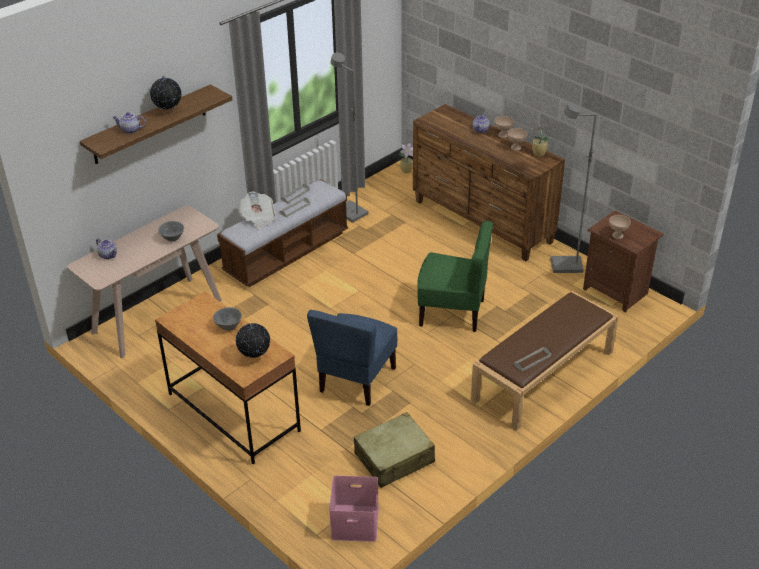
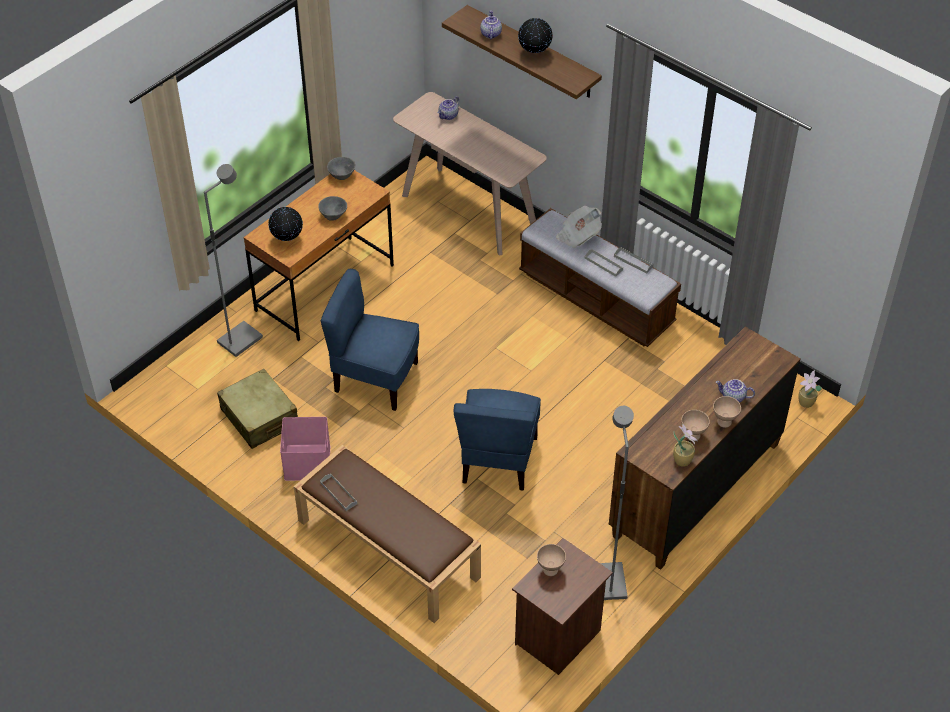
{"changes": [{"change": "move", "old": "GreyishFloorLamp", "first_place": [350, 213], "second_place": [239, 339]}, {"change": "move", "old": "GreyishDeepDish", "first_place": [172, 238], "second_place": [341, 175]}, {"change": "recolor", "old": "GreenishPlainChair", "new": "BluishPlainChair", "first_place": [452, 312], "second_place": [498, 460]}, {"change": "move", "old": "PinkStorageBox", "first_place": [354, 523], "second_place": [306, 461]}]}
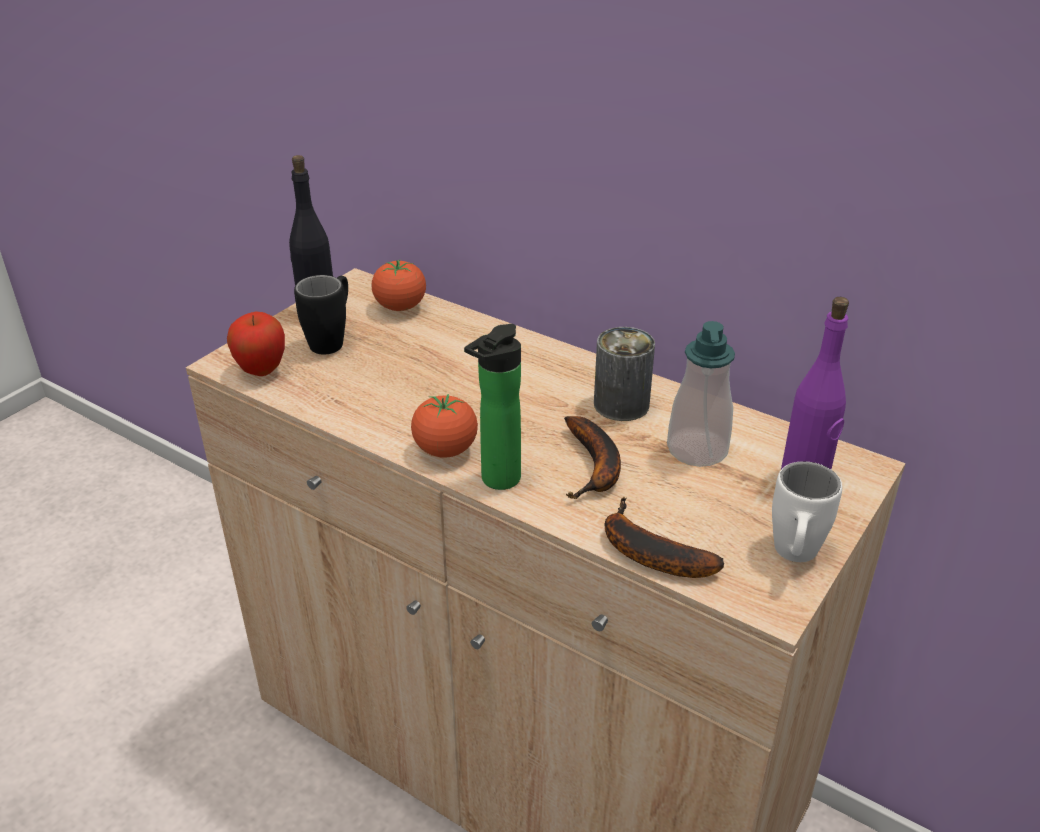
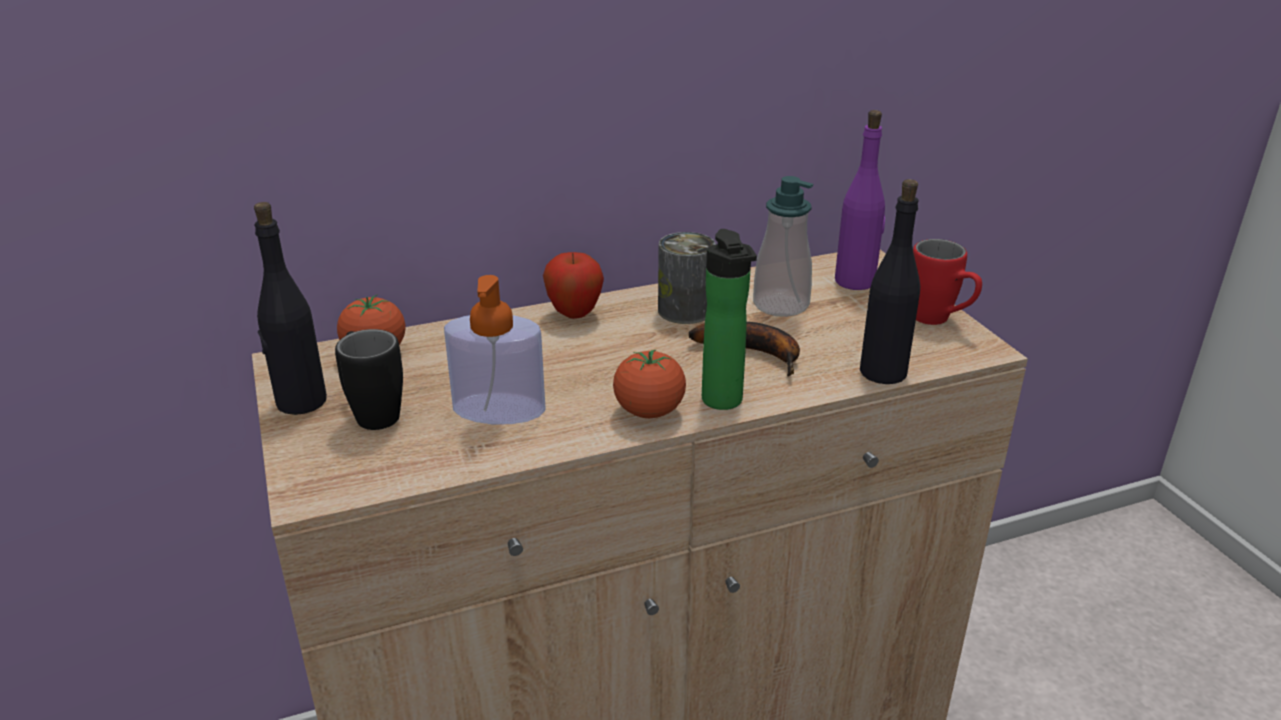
{"changes": [{"change": "move", "old": "Apple", "first_place": [261, 371], "second_place": [574, 314]}, {"change": "recolor", "old": "WhitishMug", "new": "ReddishMug", "first_place": [794, 558], "second_place": [939, 321]}, {"change": "replace", "old": "BananaFruit", "new": "BlackishBottle", "first_place": [647, 552], "second_place": [883, 372]}, {"change": "insert", "new": "LiquidSoapBottle", "second_place": [499, 409]}]}
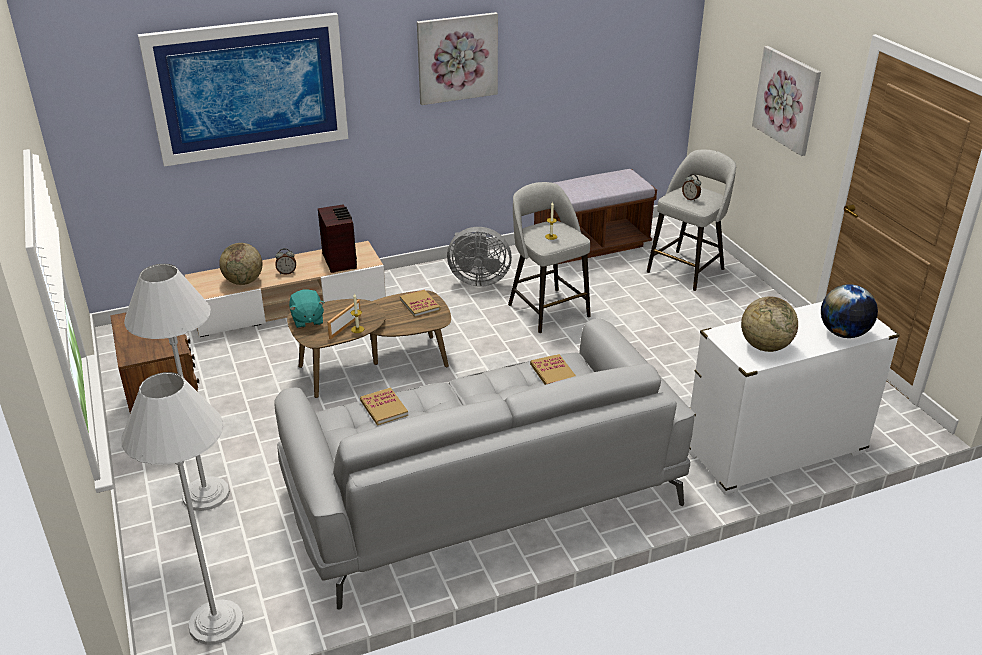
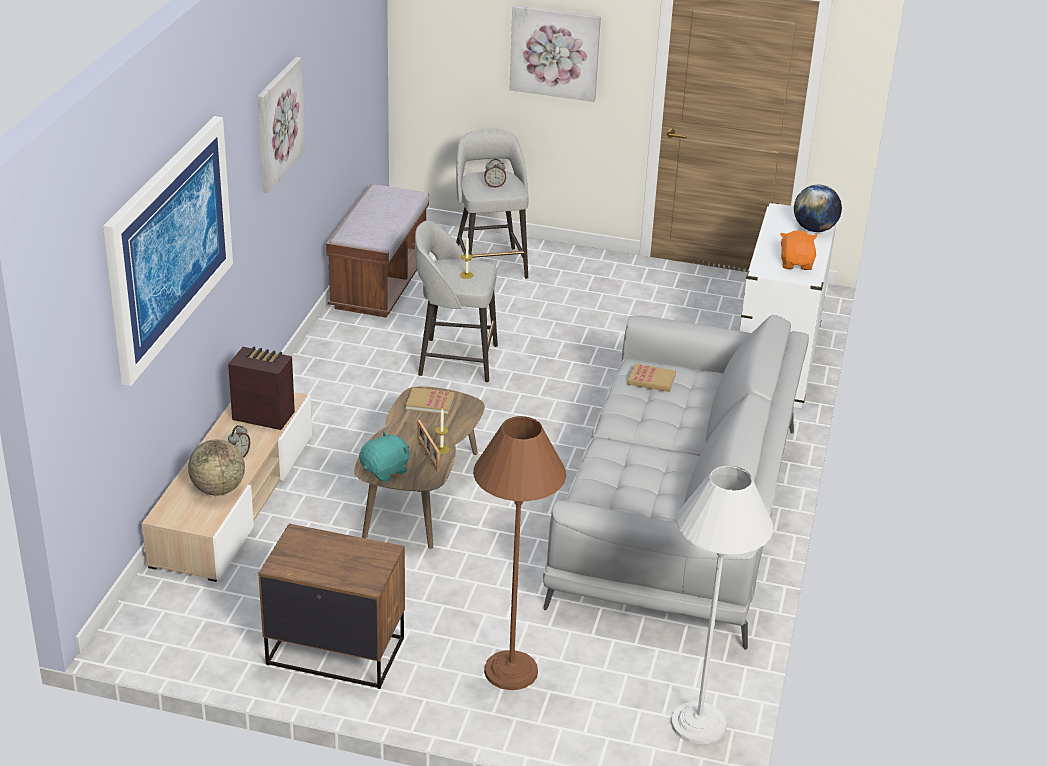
{"changes": [{"change": "delete", "old": "GreyishElectricFan", "first_place": [477, 280]}, {"change": "recolor", "old": "WhitishFloorLamp", "new": "BrownishFloorLamp", "first_place": [206, 494], "second_place": [511, 671]}, {"change": "rotate", "old": "TurquoiseColouredCuddlyToy", "first_place": [307, 320], "second_place": [385, 470], "degrees": -60}, {"change": "replace", "old": "WorldGlobe", "new": "OrangeColouredCuddlyToy", "first_place": [765, 346], "second_place": [796, 263]}, {"change": "delete", "old": "Volume", "first_place": [384, 408]}]}
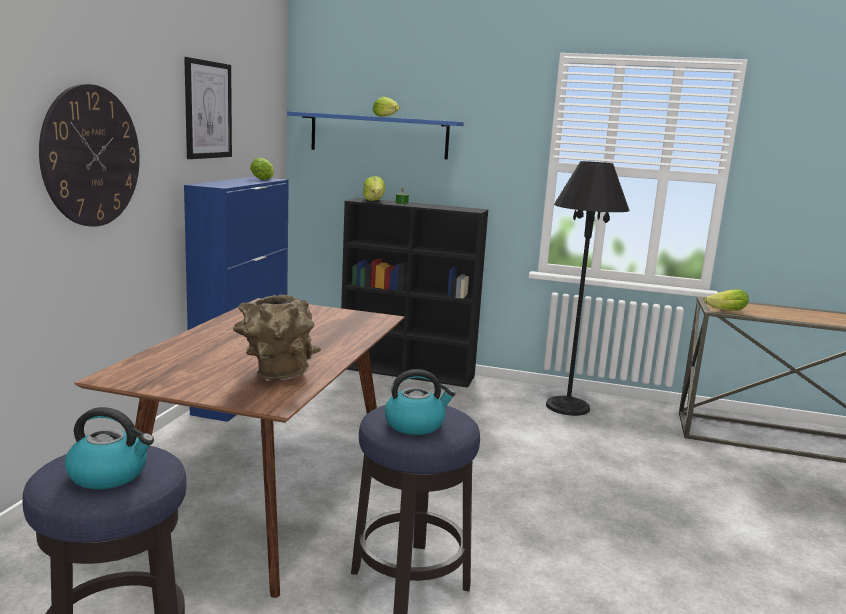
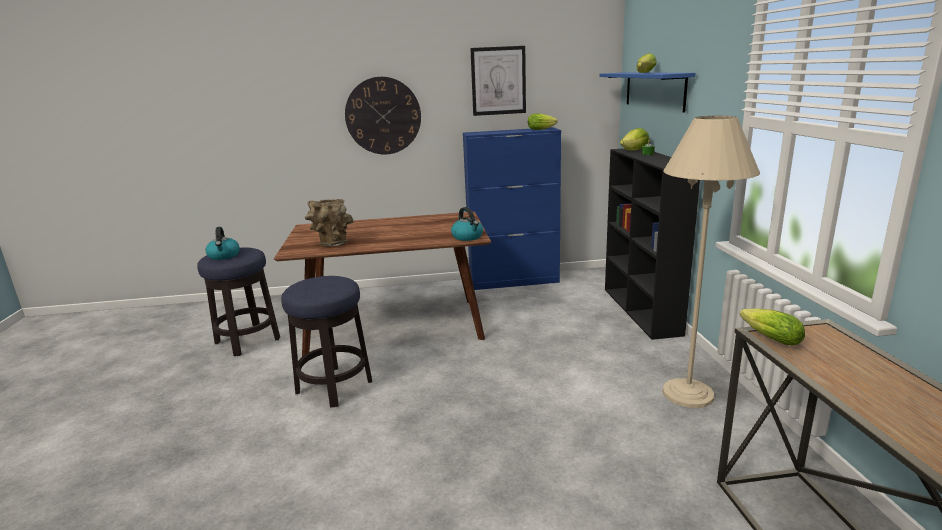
{"changes": [{"change": "recolor", "old": "BlackishFloorLamp", "new": "BeigeFloorLamp", "first_place": [568, 406], "second_place": [688, 394]}, {"change": "move", "old": "WaterKettle", "first_place": [415, 424], "second_place": [468, 237]}]}
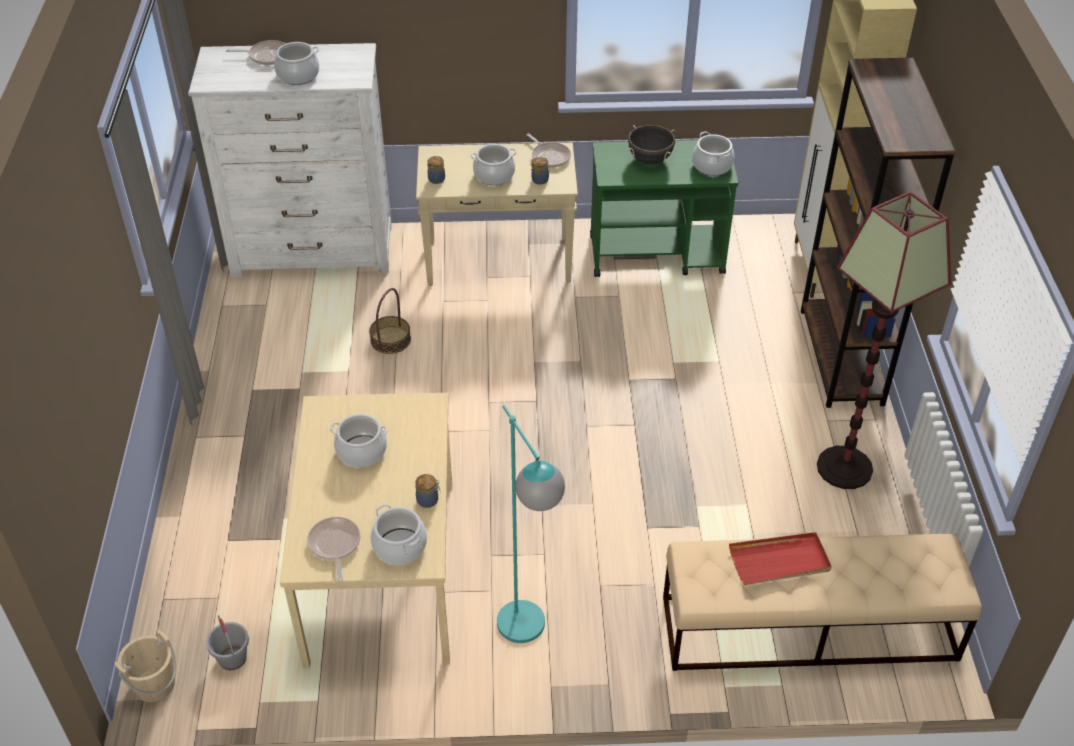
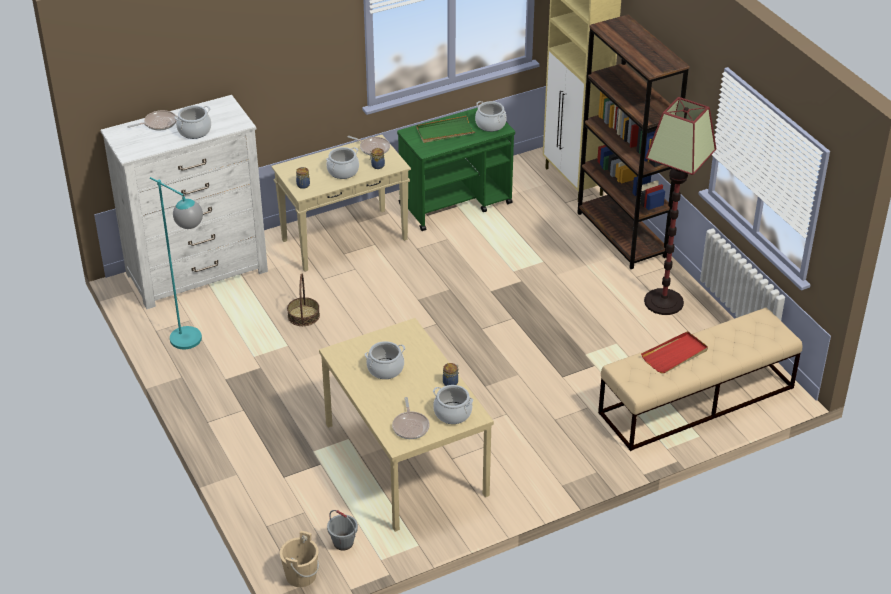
{"changes": [{"change": "replace", "old": "BlackishSaucepot", "new": "GreenishServingTray", "first_place": [649, 159], "second_place": [445, 131]}, {"change": "move", "old": "TurquoiseColouredFloorLamp", "first_place": [529, 636], "second_place": [194, 343]}, {"change": "rotate", "old": "Skillet", "first_place": [334, 545], "second_place": [410, 426], "degrees": -150}]}
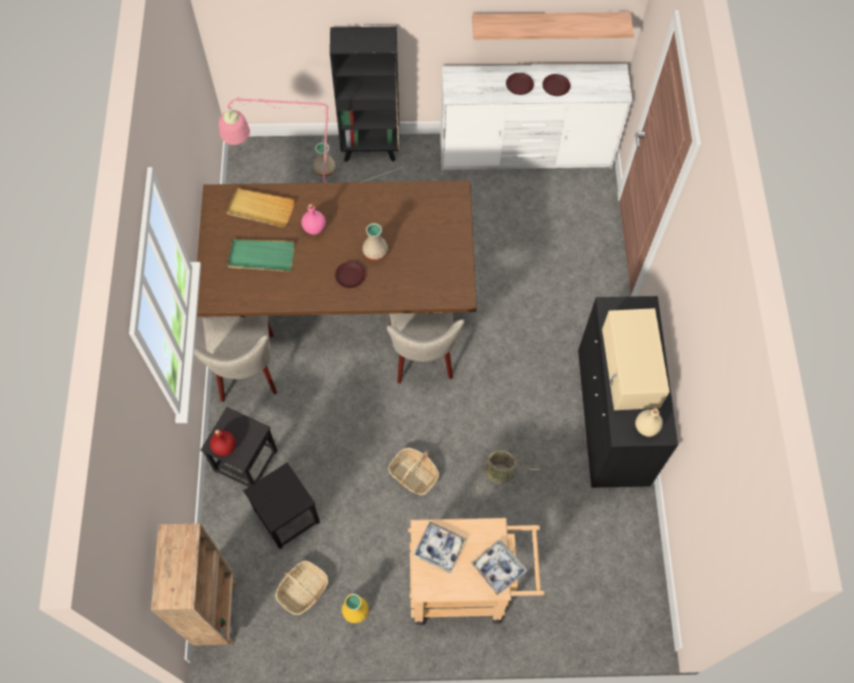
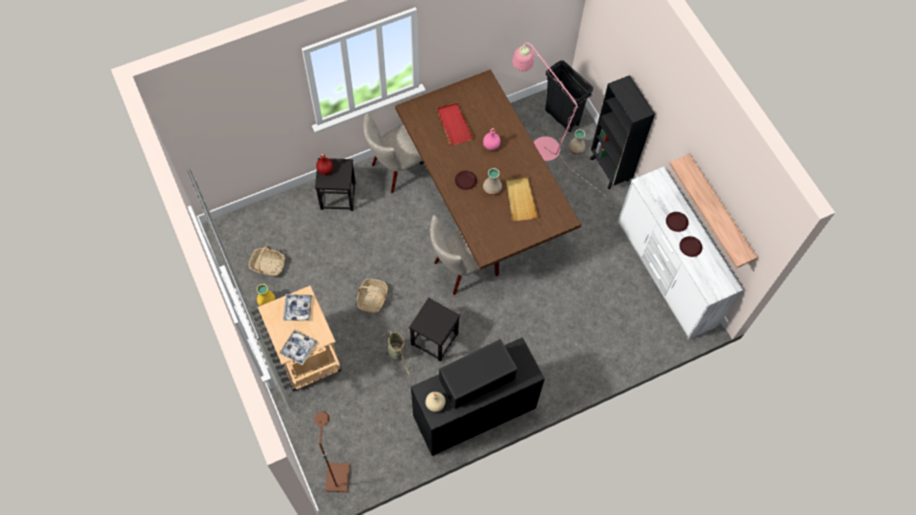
{"changes": [{"change": "move", "old": "BeigeServingTray", "first_place": [260, 209], "second_place": [520, 199]}, {"change": "recolor", "old": "GreenishServingTray", "new": "ReddishServingTray", "first_place": [261, 256], "second_place": [454, 125]}, {"change": "recolor", "old": "BeigeMicrowaveOven", "new": "BlackishMicrowaveOven", "first_place": [631, 369], "second_place": [476, 379]}, {"change": "move", "old": "BlackishStool", "first_place": [286, 516], "second_place": [434, 338]}, {"change": "delete", "old": "BrownishBookshelf", "first_place": [217, 611]}, {"change": "insert", "new": "BlackishWasteBin", "second_place": [562, 117]}, {"change": "insert", "new": "BrownishFloorLamp", "second_place": [337, 477]}]}
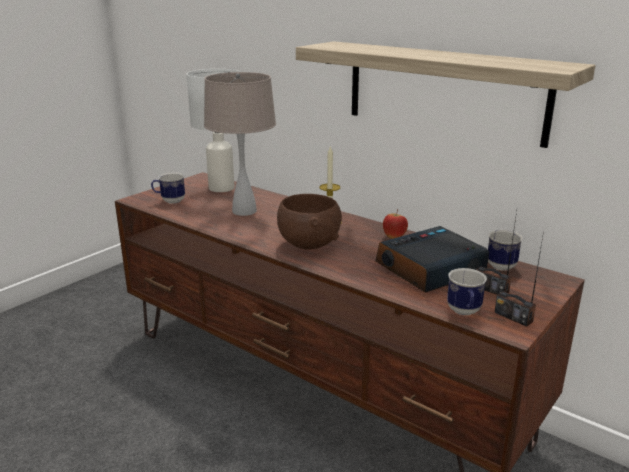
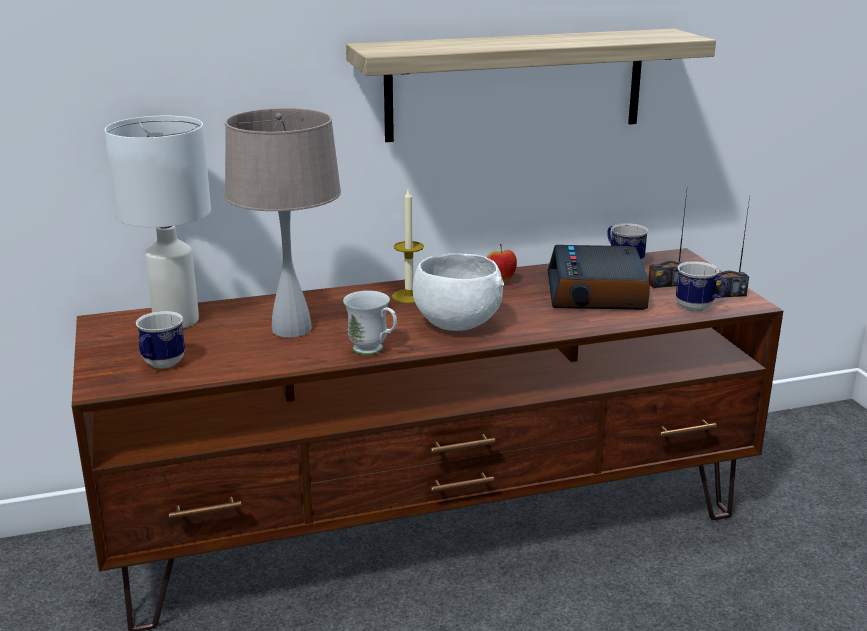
{"changes": [{"change": "recolor", "old": "BrownishDeepDish", "new": "WhitishDeepDish", "first_place": [309, 244], "second_place": [456, 323]}, {"change": "insert", "new": "WhitishMug", "second_place": [374, 351]}]}
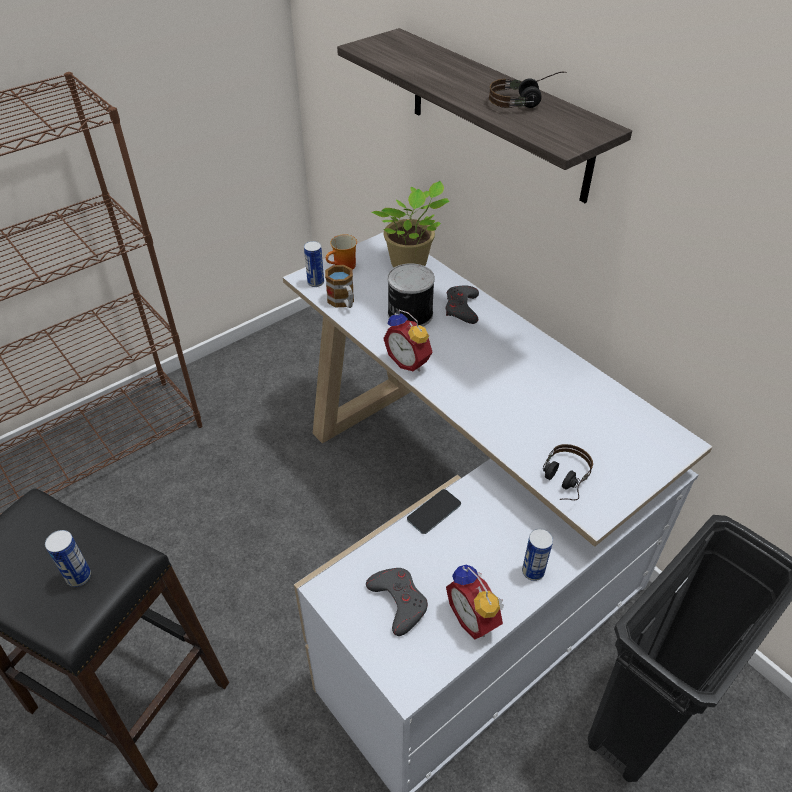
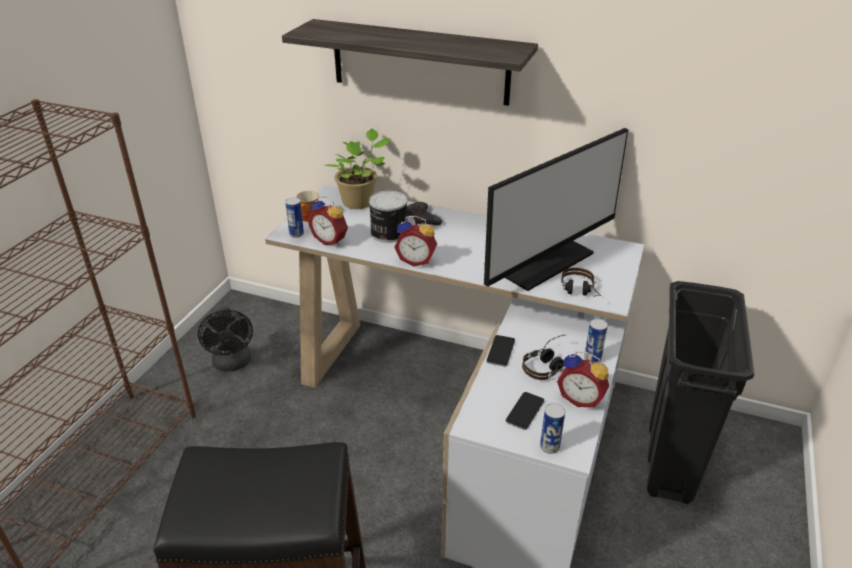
{"changes": [{"change": "move", "old": "Headphones", "first_place": [526, 101], "second_place": [548, 364]}, {"change": "replace", "old": "Mug", "new": "AlarmClock", "first_place": [343, 302], "second_place": [331, 240]}, {"change": "move", "old": "MetalCan", "first_place": [79, 576], "second_place": [549, 447]}, {"change": "replace", "old": "GreyishGameController", "new": "Telephone", "first_place": [398, 601], "second_place": [525, 411]}, {"change": "insert", "new": "Monitor", "second_place": [541, 260]}, {"change": "insert", "new": "BlackishElectricFan", "second_place": [233, 364]}]}
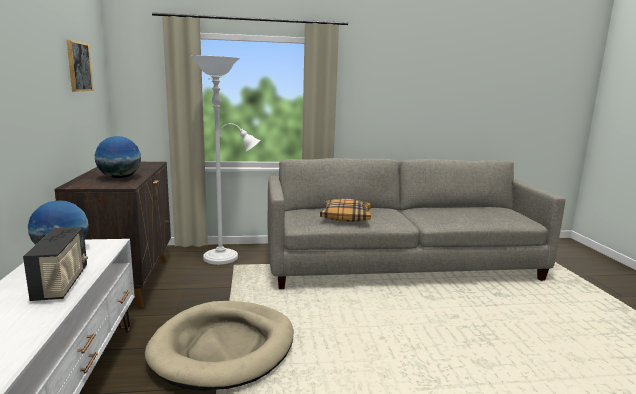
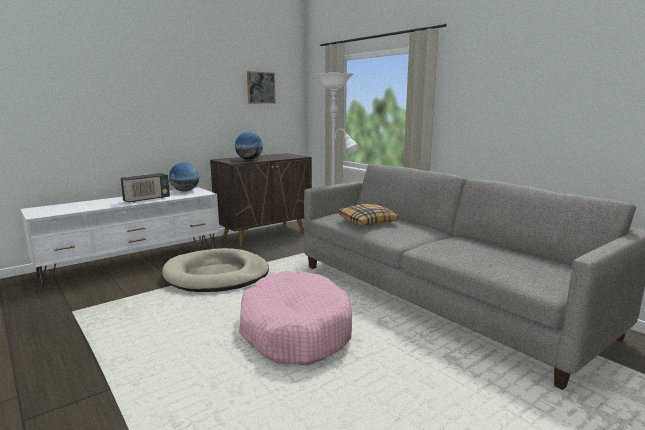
{"changes": [{"change": "insert", "new": "PinkDogCushion", "second_place": [295, 331]}]}
